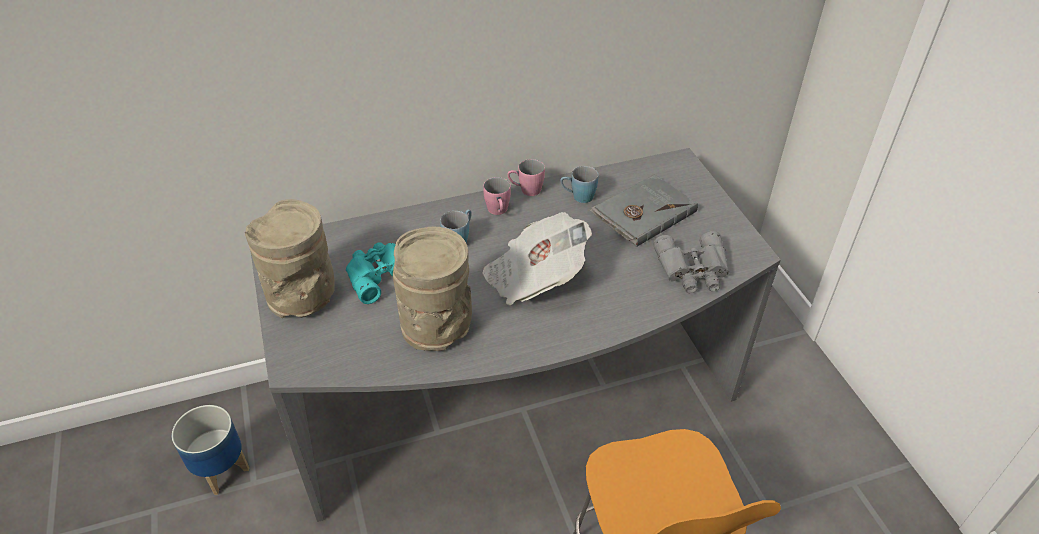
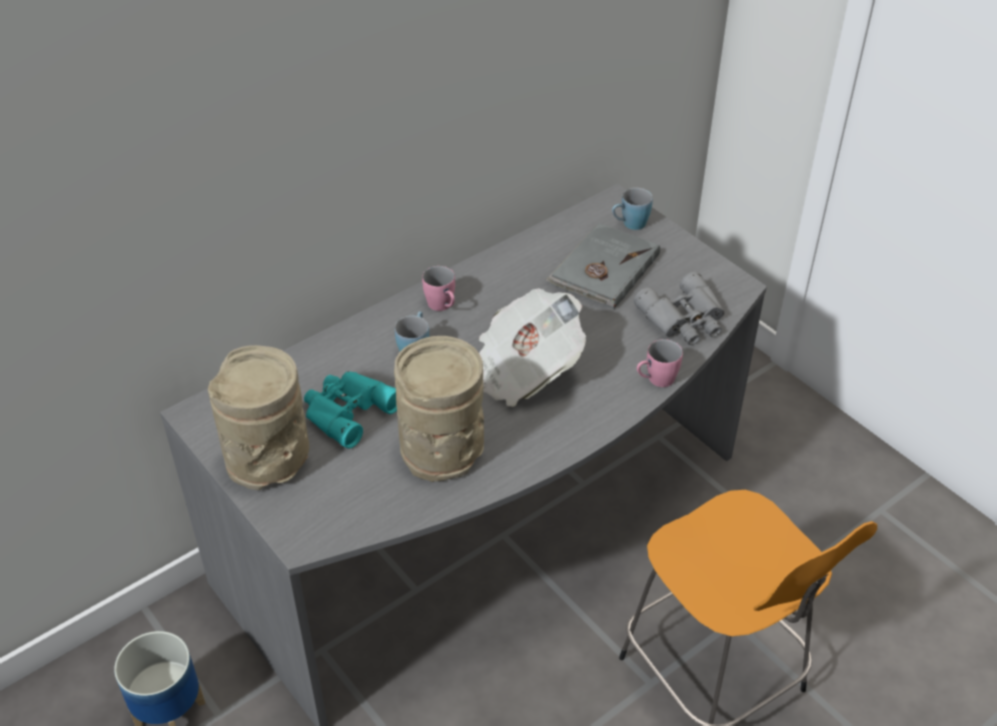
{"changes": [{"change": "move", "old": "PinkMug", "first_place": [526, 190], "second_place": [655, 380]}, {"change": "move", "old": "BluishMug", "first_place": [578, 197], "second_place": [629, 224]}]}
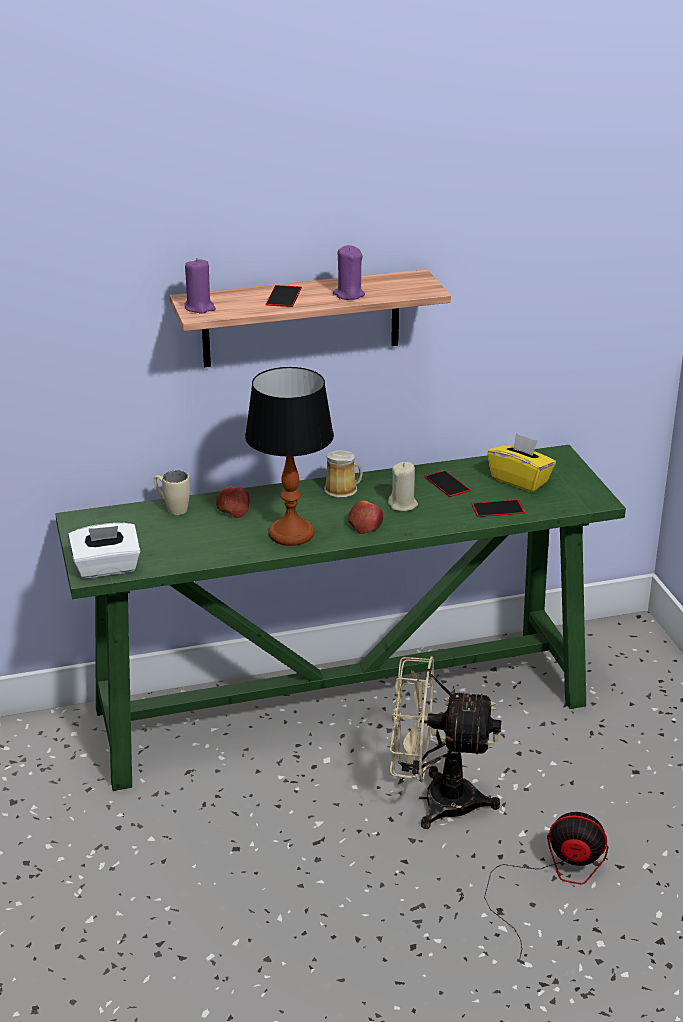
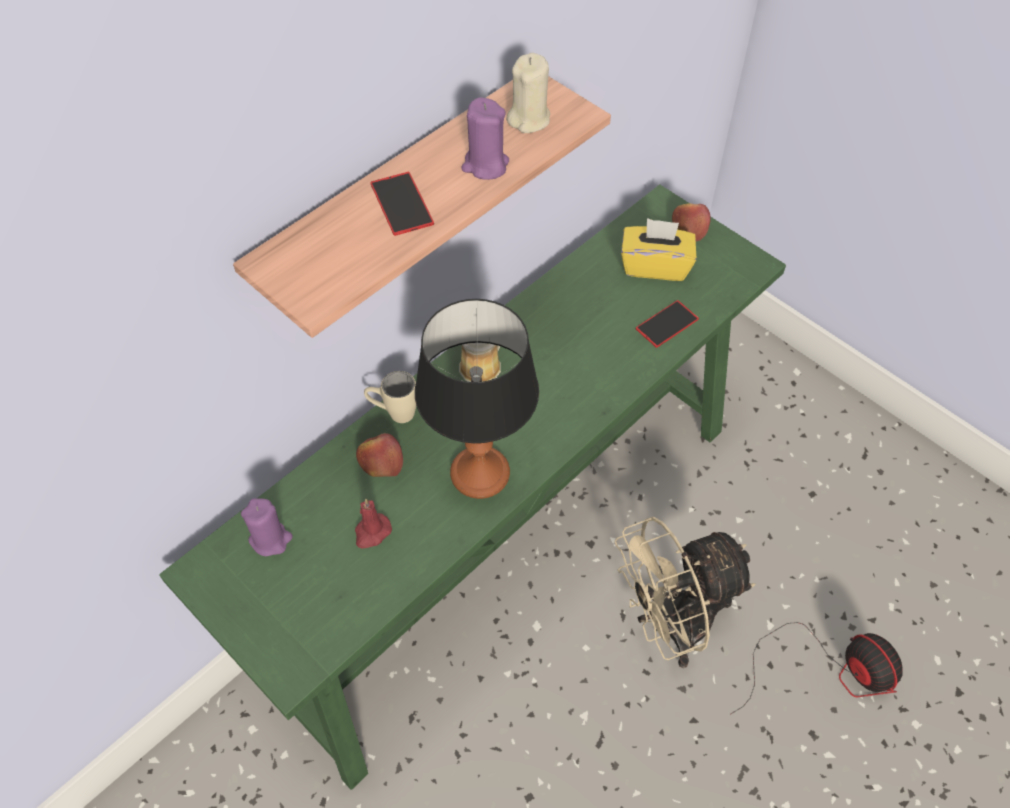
{"changes": [{"change": "move", "old": "PurpleCandle", "first_place": [199, 308], "second_place": [270, 539]}, {"change": "move", "old": "BeigeCandle", "first_place": [403, 505], "second_place": [529, 119]}, {"change": "move", "old": "BeigeMug", "first_place": [172, 508], "second_place": [393, 413]}, {"change": "delete", "old": "Telephone", "first_place": [447, 484]}, {"change": "move", "old": "Apple", "first_place": [365, 524], "second_place": [689, 227]}, {"change": "delete", "old": "WhitishTissueHolder", "first_place": [106, 568]}, {"change": "rotate", "old": "ElectricFan", "first_place": [550, 880], "second_place": [830, 670], "degrees": 75}, {"change": "insert", "new": "ReddishCandle", "second_place": [372, 532]}]}
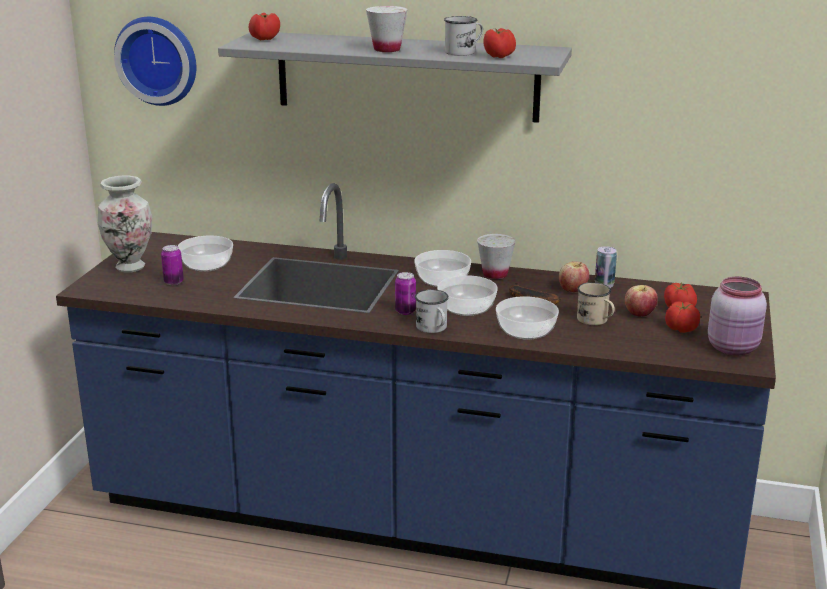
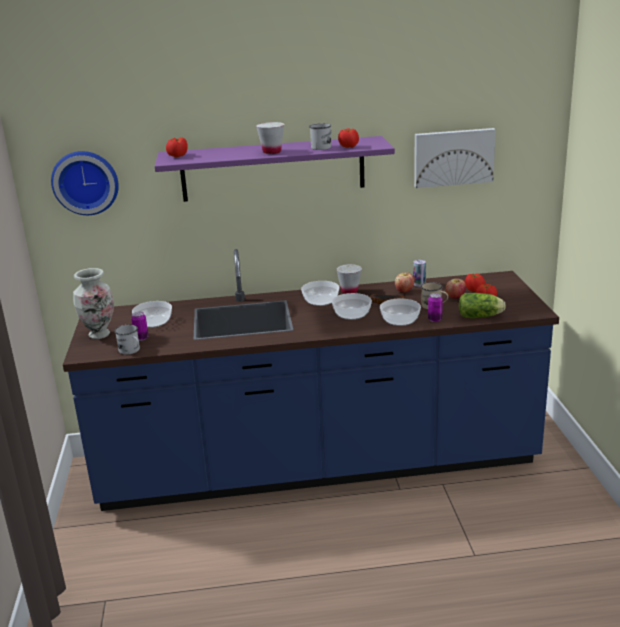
{"changes": [{"change": "recolor", "old": "GreyishShelf", "new": "PurpleShelf", "first_place": [406, 76], "second_place": [273, 169]}, {"change": "move", "old": "MetalCan", "first_place": [405, 311], "second_place": [435, 319]}, {"change": "delete", "old": "PinkPreserveJar", "first_place": [734, 348]}, {"change": "move", "old": "WhitishMug", "first_place": [433, 329], "second_place": [131, 351]}, {"change": "insert", "new": "Picture", "second_place": [453, 157]}, {"change": "insert", "new": "LettuceHead", "second_place": [481, 316]}]}
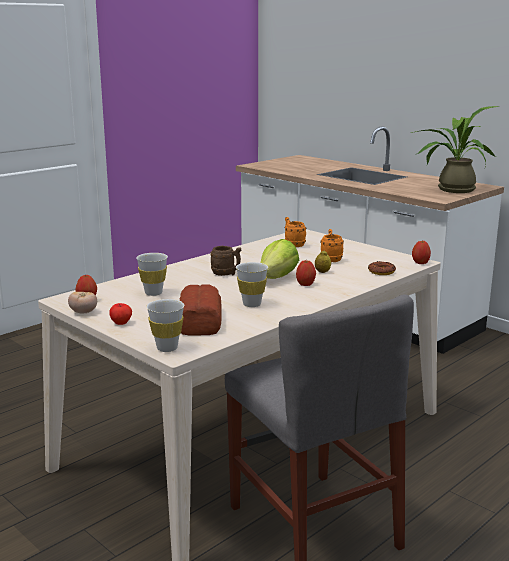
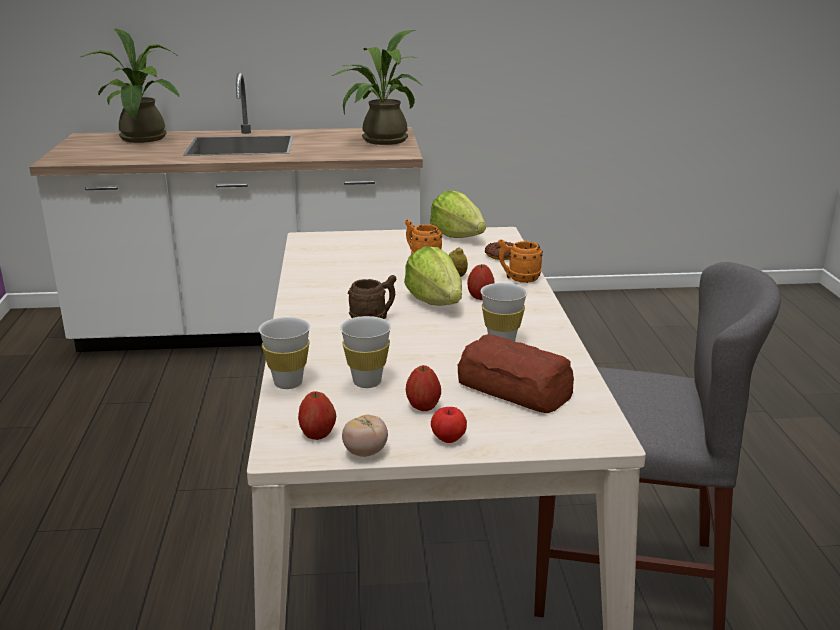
{"changes": [{"change": "move", "old": "OrangeColouredMug", "first_place": [293, 245], "second_place": [518, 278]}, {"change": "move", "old": "Apple", "first_place": [420, 262], "second_place": [423, 406]}, {"change": "move", "old": "WhitishCup", "first_place": [167, 348], "second_place": [288, 383]}, {"change": "insert", "new": "PottedPlant", "second_place": [143, 140]}, {"change": "insert", "new": "LettuceHead", "second_place": [457, 236]}]}
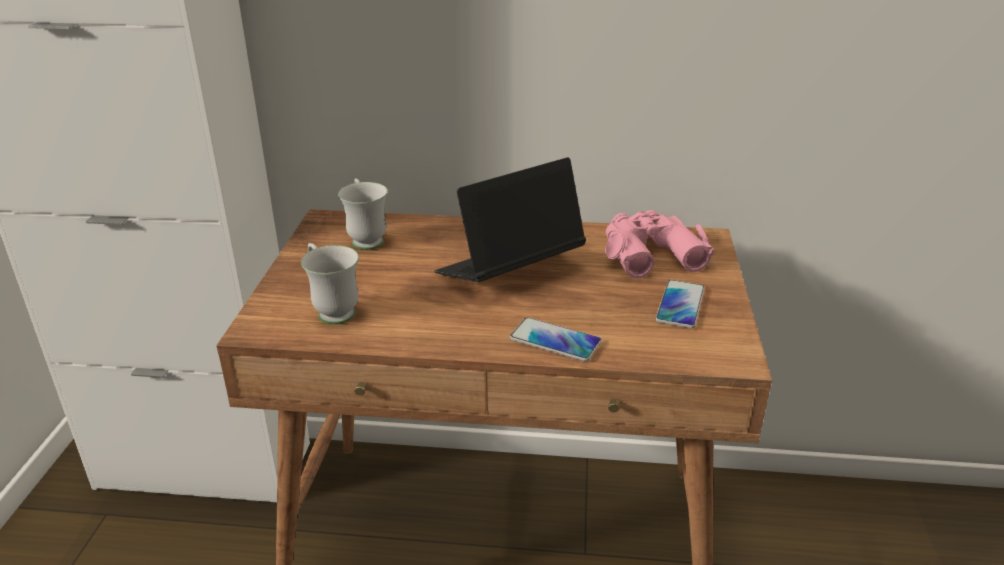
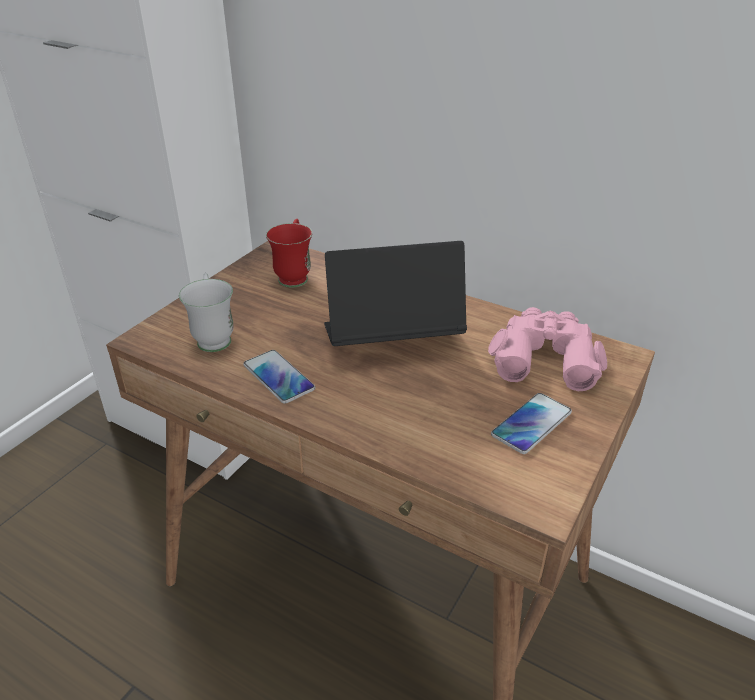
{"changes": [{"change": "recolor", "old": "WhitishMug", "new": "ReddishMug", "first_place": [366, 238], "second_place": [294, 276]}, {"change": "move", "old": "Telephone", "first_place": [555, 341], "second_place": [278, 377]}]}
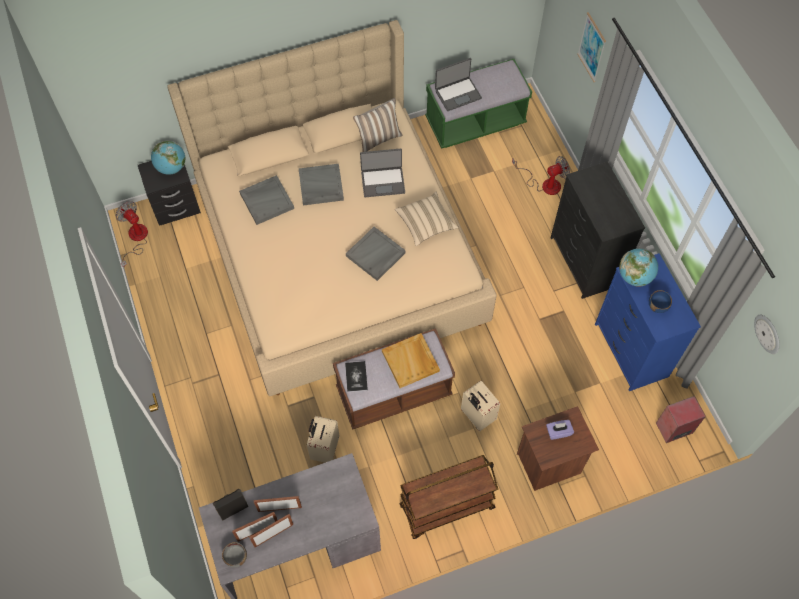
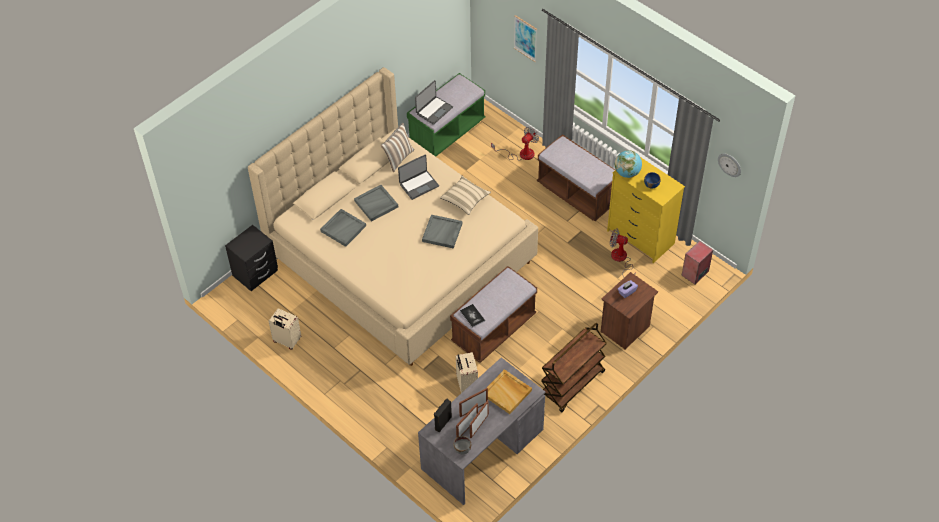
{"changes": [{"change": "delete", "old": "WorldGlobe", "first_place": [171, 167]}, {"change": "replace", "old": "BlackishChestOfDrawers", "new": "BrownishIndoorBench", "first_place": [584, 261], "second_place": [577, 194]}, {"change": "move", "old": "ElectricFan", "first_place": [136, 239], "second_place": [621, 260]}, {"change": "recolor", "old": "BluishChestOfDrawers", "new": "YellowColouredChestOfDrawers", "first_place": [630, 350], "second_place": [640, 237]}, {"change": "move", "old": "BeigeServingTray", "first_place": [411, 361], "second_place": [507, 392]}, {"change": "move", "old": "BeigePieceOfLuggage", "first_place": [477, 416], "second_place": [286, 341]}]}
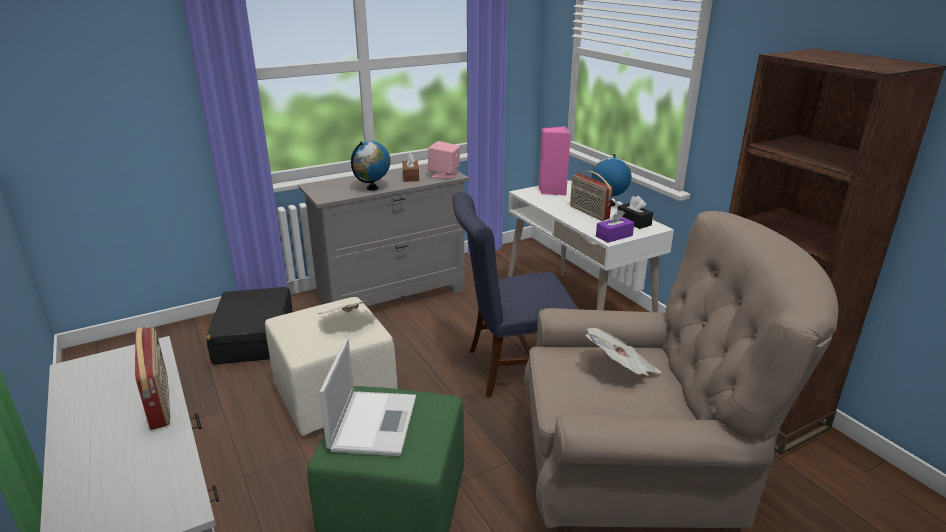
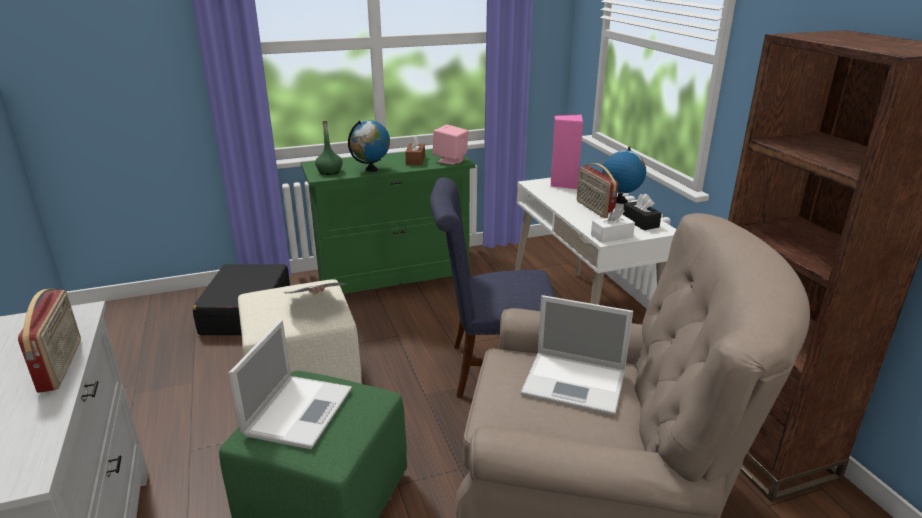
{"changes": [{"change": "recolor", "old": "GreyishChestOfDrawers", "new": "GreenishChestOfDrawers", "first_place": [393, 295], "second_place": [394, 282]}, {"change": "recolor", "old": "PurpleTissueHolder", "new": "WhitishTissueHolder", "first_place": [614, 236], "second_place": [611, 236]}, {"change": "replace", "old": "DailyPaper", "new": "PortableComputer", "first_place": [621, 369], "second_place": [576, 383]}, {"change": "insert", "new": "GreenishBottle", "second_place": [329, 171]}]}
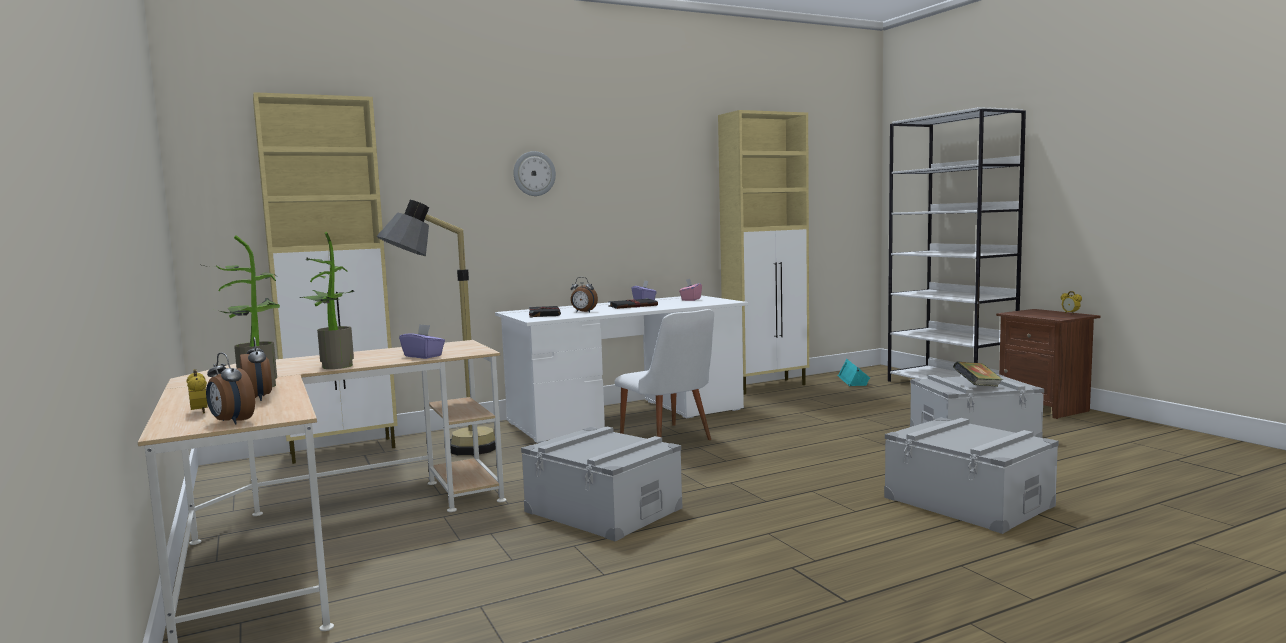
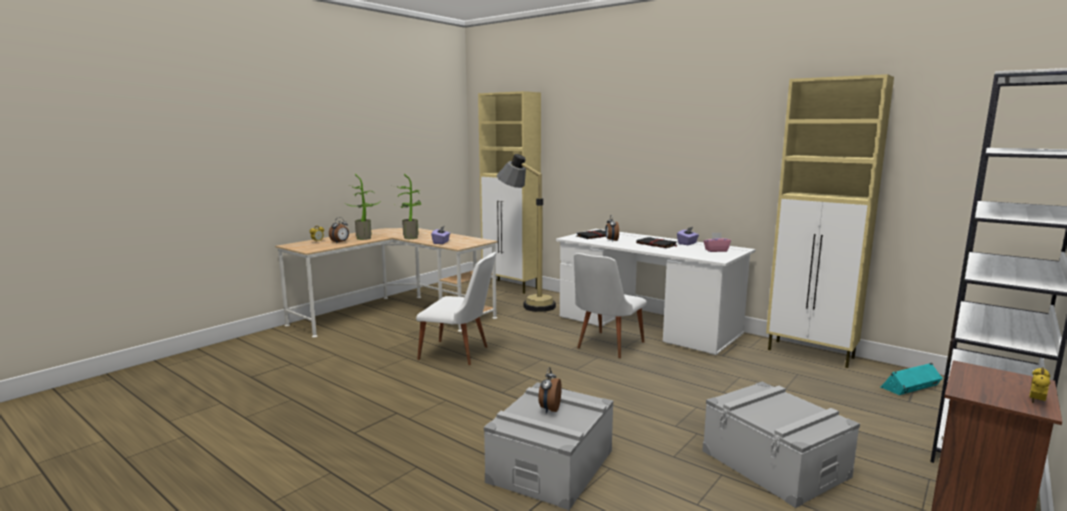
{"changes": [{"change": "delete", "old": "WallClock", "first_place": [534, 173]}, {"change": "move", "old": "AlarmClock", "first_place": [231, 422], "second_place": [549, 409]}, {"change": "delete", "old": "Volume", "first_place": [977, 387]}, {"change": "replace", "old": "GreyishStorageBox", "new": "WhitishPlainChair", "first_place": [603, 510], "second_place": [460, 354]}]}
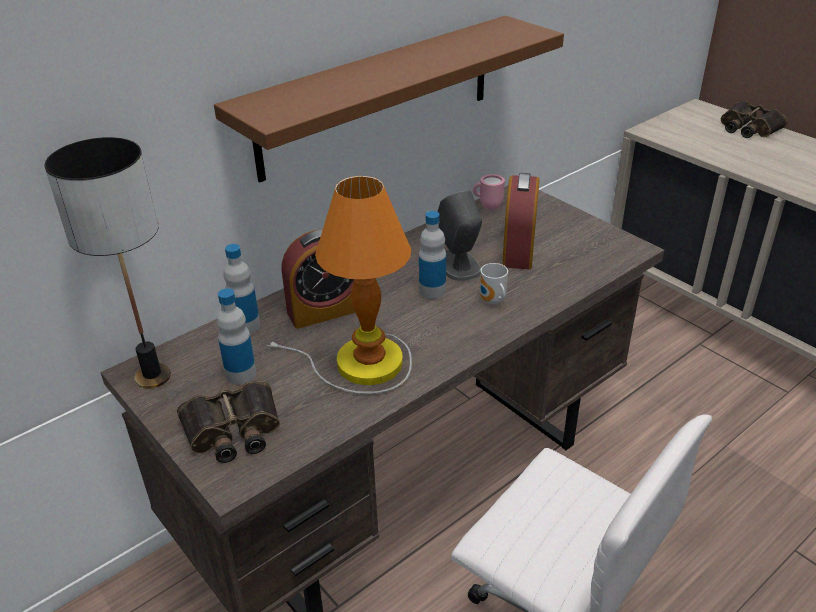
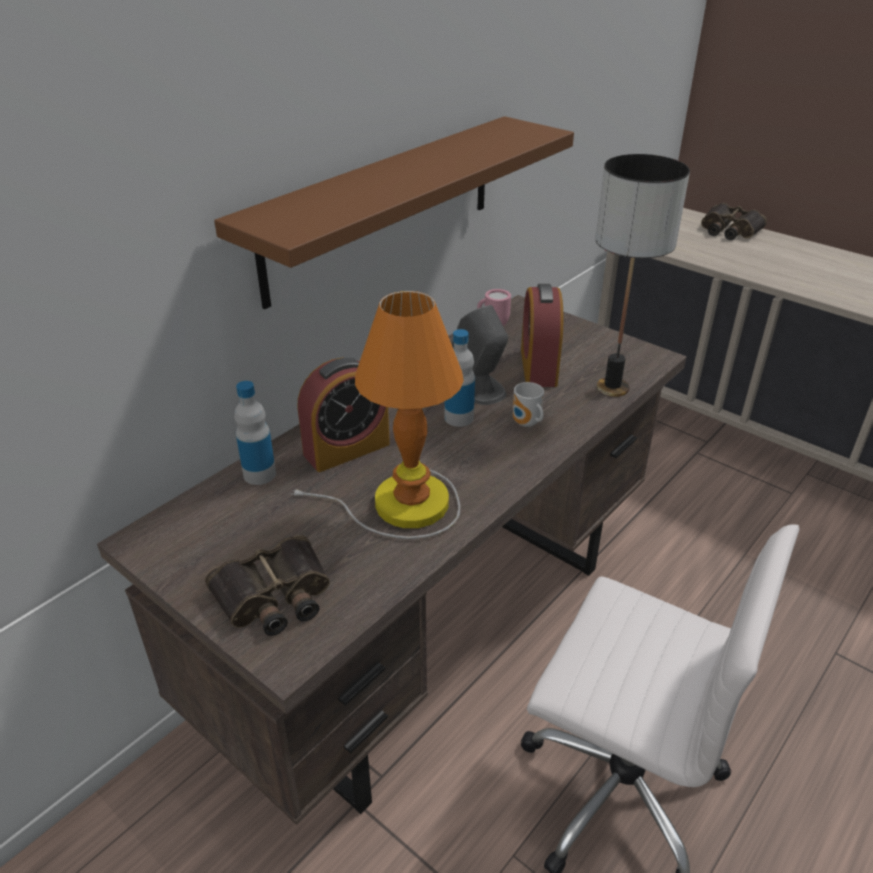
{"changes": [{"change": "move", "old": "TableLamp", "first_place": [154, 376], "second_place": [613, 387]}, {"change": "delete", "old": "Bottle", "first_place": [241, 374]}]}
